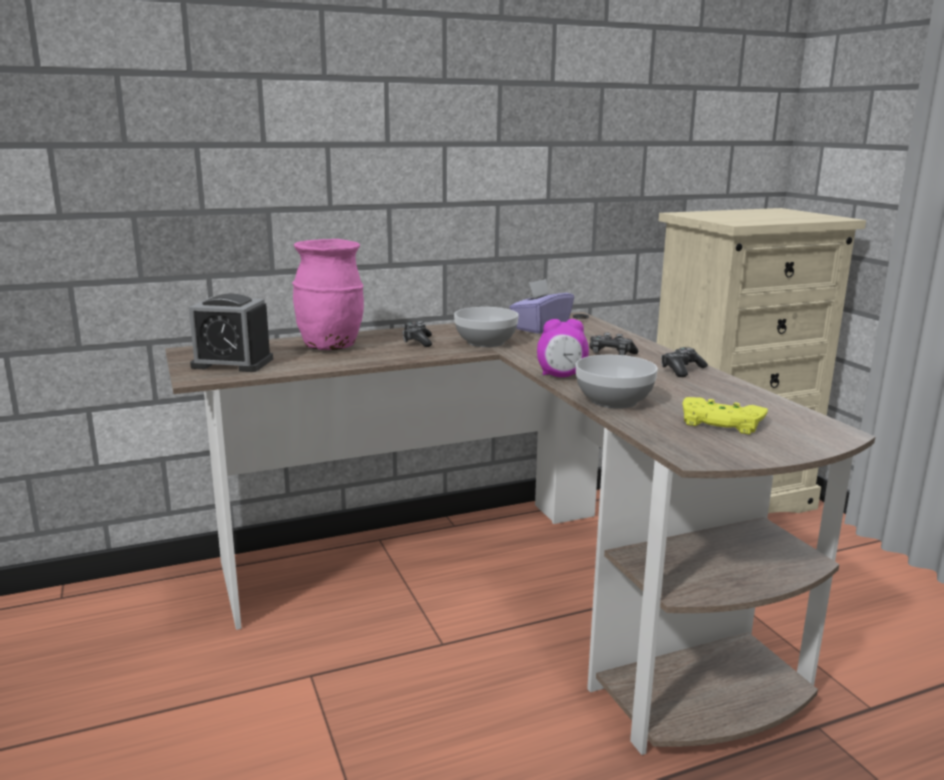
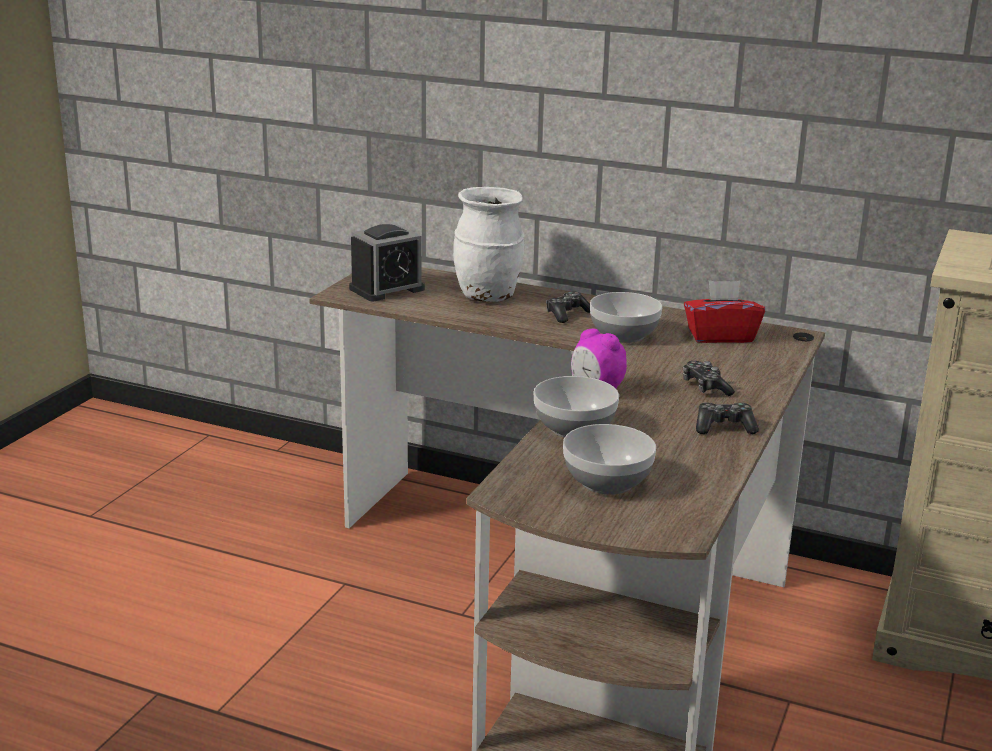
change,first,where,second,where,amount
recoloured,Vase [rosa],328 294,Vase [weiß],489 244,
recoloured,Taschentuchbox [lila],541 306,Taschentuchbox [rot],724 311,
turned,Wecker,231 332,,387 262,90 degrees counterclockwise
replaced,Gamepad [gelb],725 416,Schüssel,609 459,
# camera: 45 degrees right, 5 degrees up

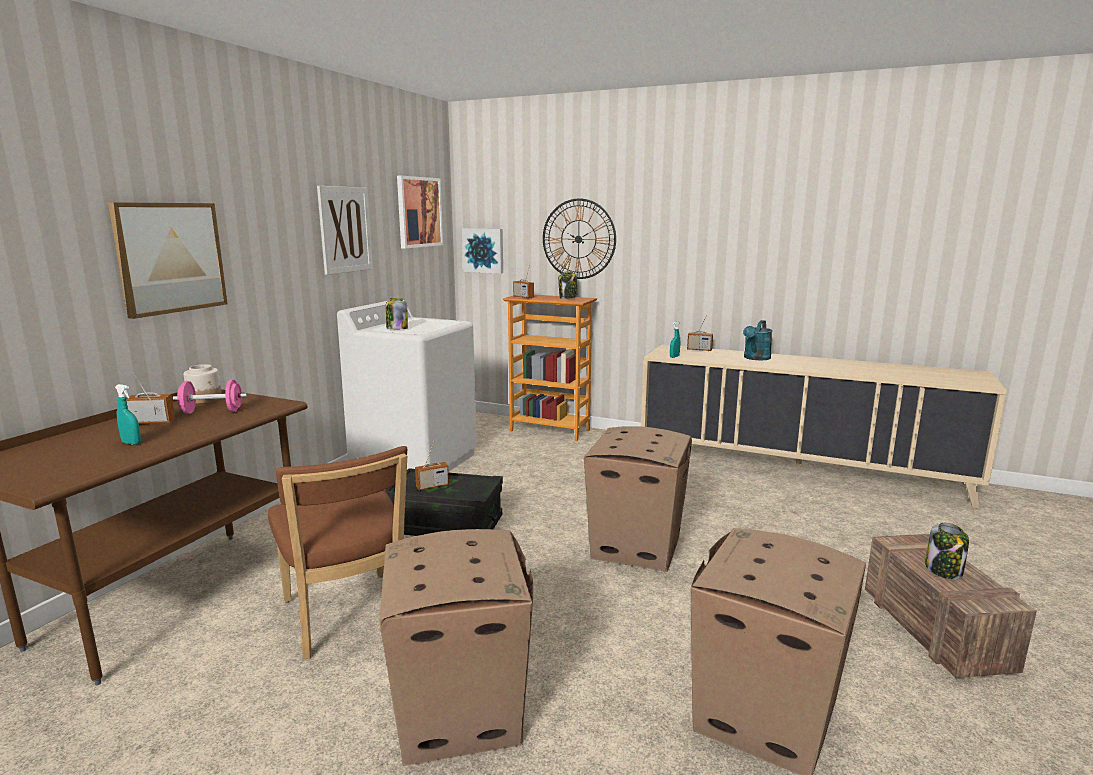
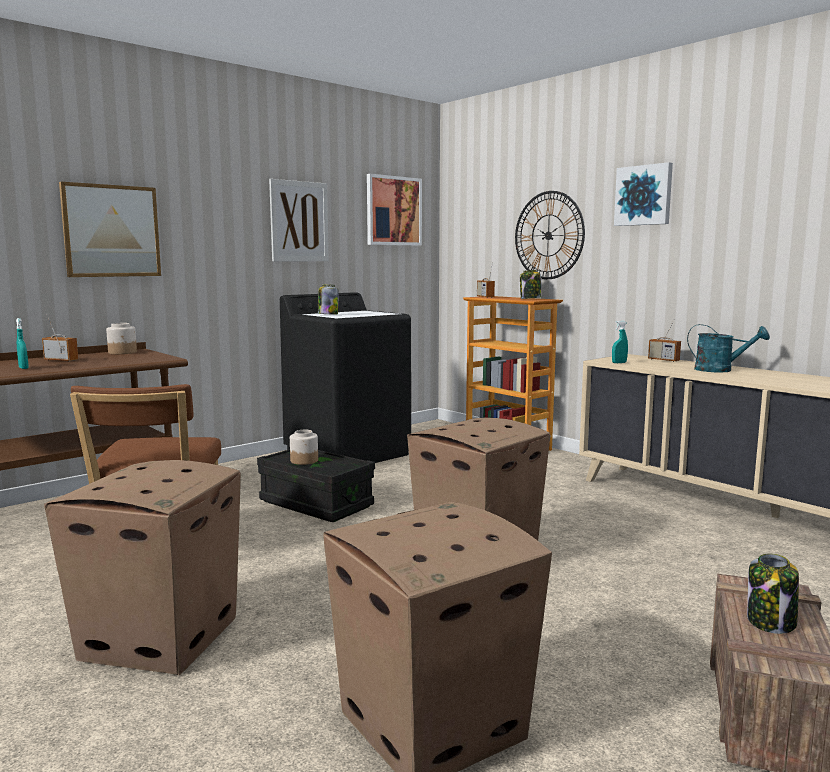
change,first,where,second,where,amount
moved,Bild,482 251,,643 194,
recoloured,Waschmaschine [weiß],407 386,Waschmaschine [schwarz],345 377,
turned,Gießkanne [türkis],757 340,,728 348,120 degrees counterclockwise
removed,Hantel [rosa],210 397,,,
replaced,Radio,432 466,Vorratsglas,304 447,
# camera: 25 degrees right, 5 degrees down

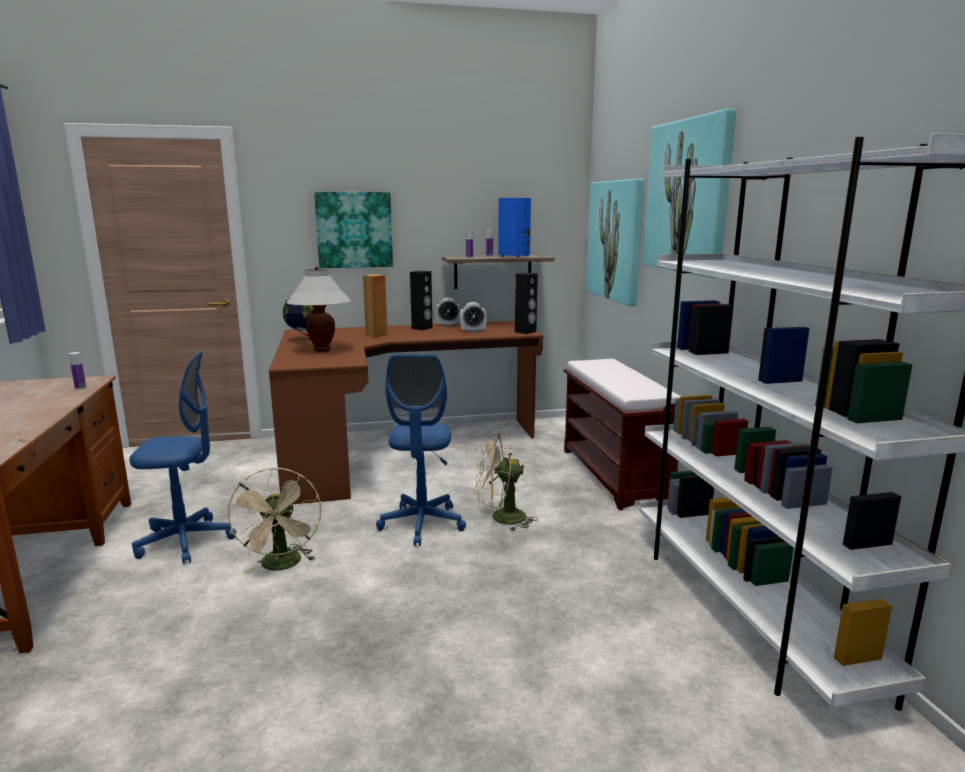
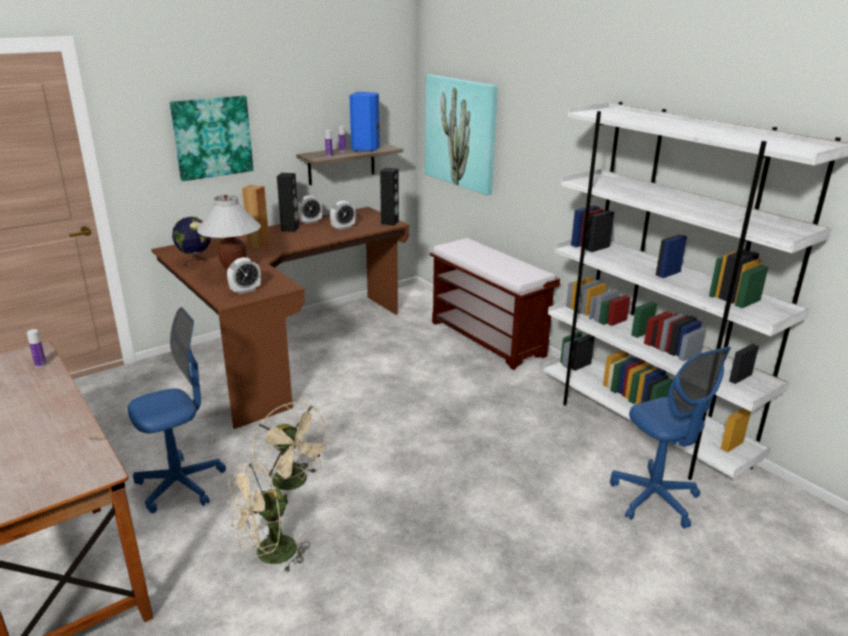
change,first,where,second,where,amount
removed,Bild,689 193,,,
moved,Bürostuhl [blau],421 450,,670 438,
moved,Ventilator [beige],507 481,,268 517,
added,,,Wecker,244 276,
# camera: 25 degrees left, 10 degrees up

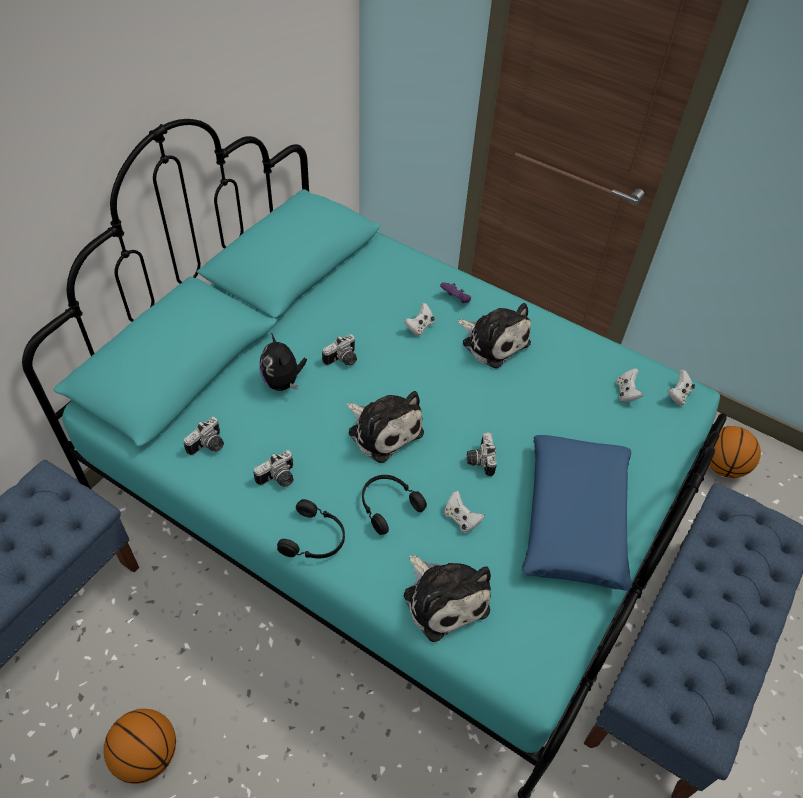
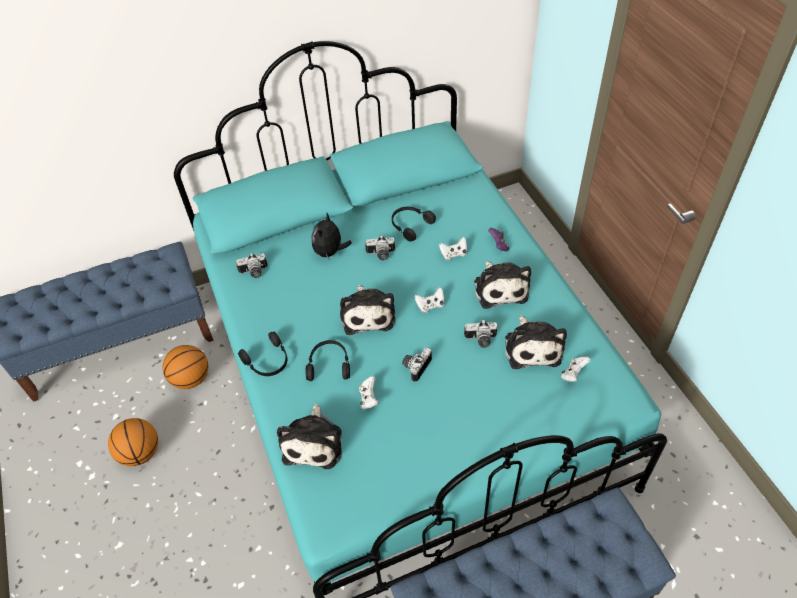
change,first,where,second,where,amount
moved,Gamepad [weiß],681 388,,429 300,
moved,Basketball,735 452,,185 367,
removed,Kissen [blau],577 513,,,
moved,Kamera,274 468,,480 334,
added,,,Kopfhörer [schwarz],414 224,
added,,,Plüschtier,536 342,
# camera: 40 degrees right, 0 degrees up

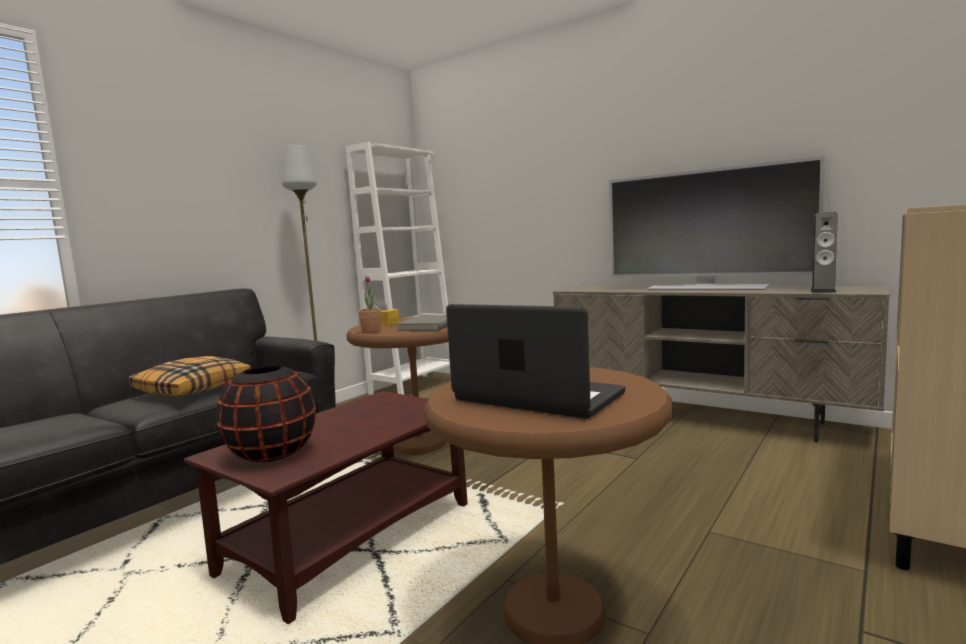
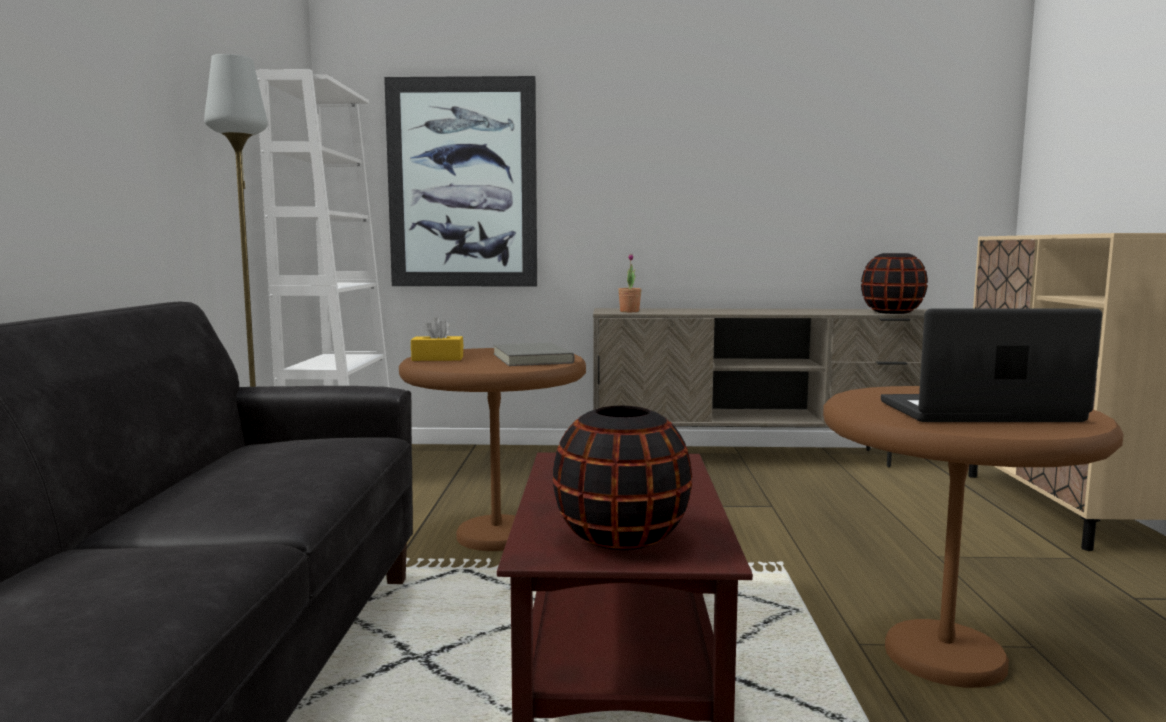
change,first,where,second,where,amount
removed,Fernseher,717 223,,,
replaced,Lautsprecher,824 252,Vase [schwarz],894 283,
moved,Topfpflanze,369 304,,629 282,
removed,Kissen,190 376,,,
added,,,Bild,460 181,
# camera: 35 degrees left, 0 degrees up

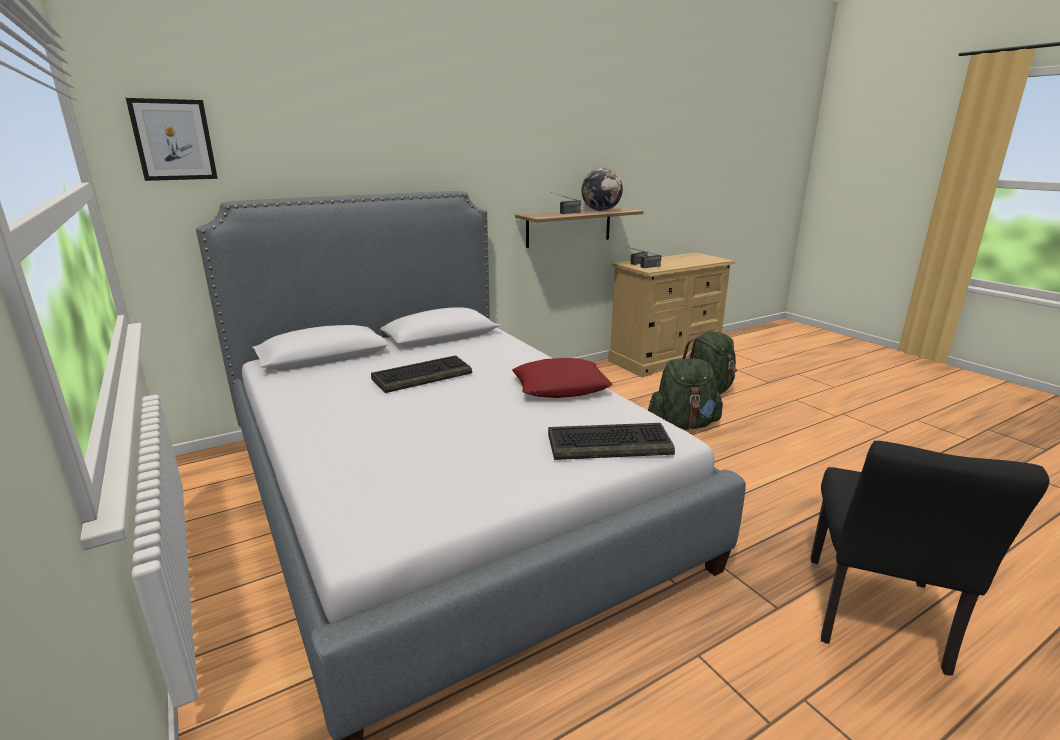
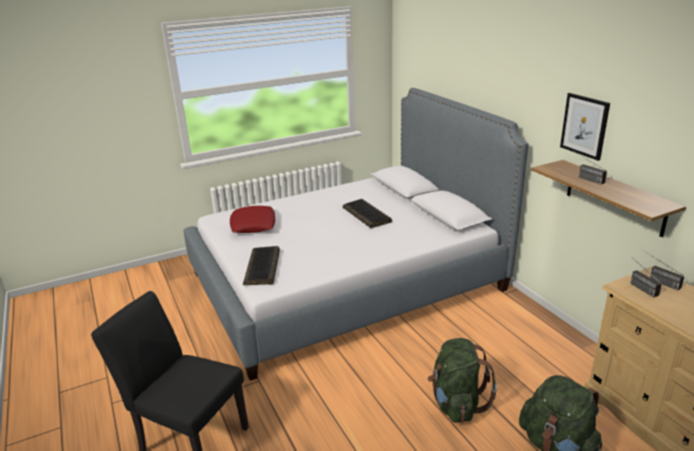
change,first,where,second,where,amount
moved,Bild,172 139,,585 127,
removed,Globus,602 189,,,
moved,Kissen [rot],562 378,,252 219,
# camera: 95 degrees right, 5 degrees up

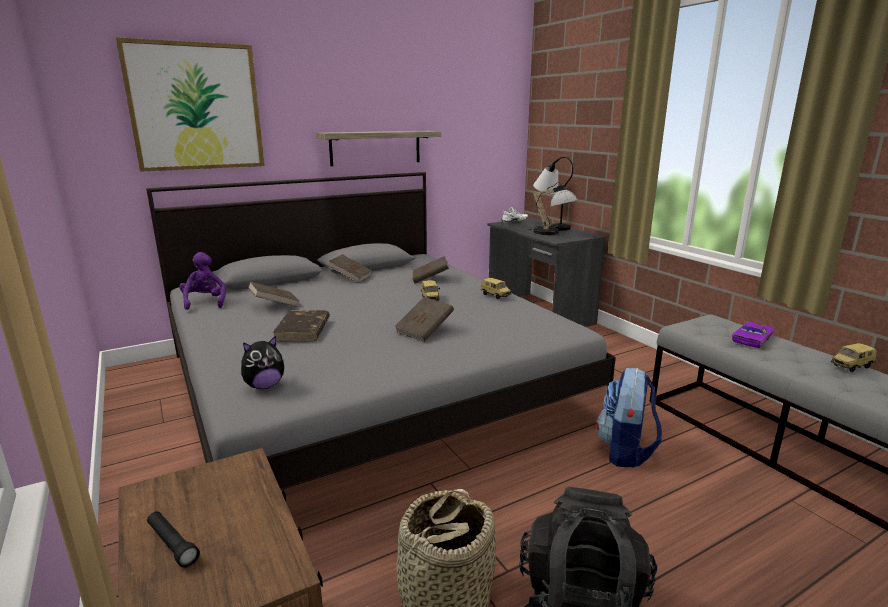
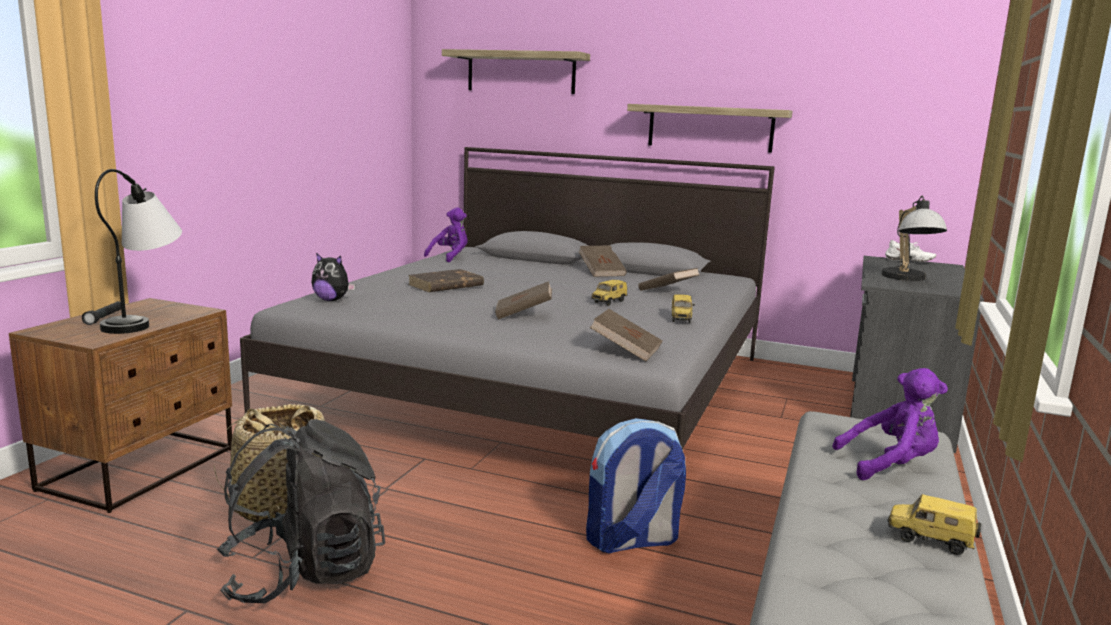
change,first,where,second,where,amount
replaced,Bild,190 104,Wandregal,516 71,
moved,Tischlampe,553 193,,138 251,
moved,Buch [braun],273 294,,626 335,
replaced,Spielzeugauto [lila],753 334,Plüschtier [lila],890 424,
# camera: 50 degrees right, 5 degrees down

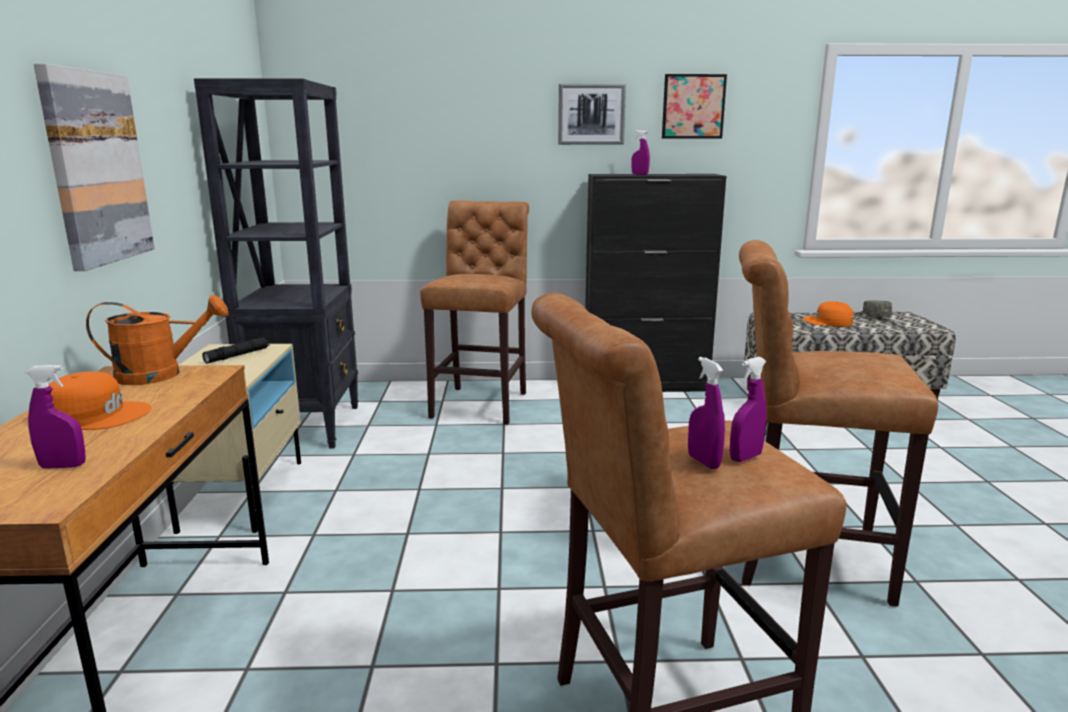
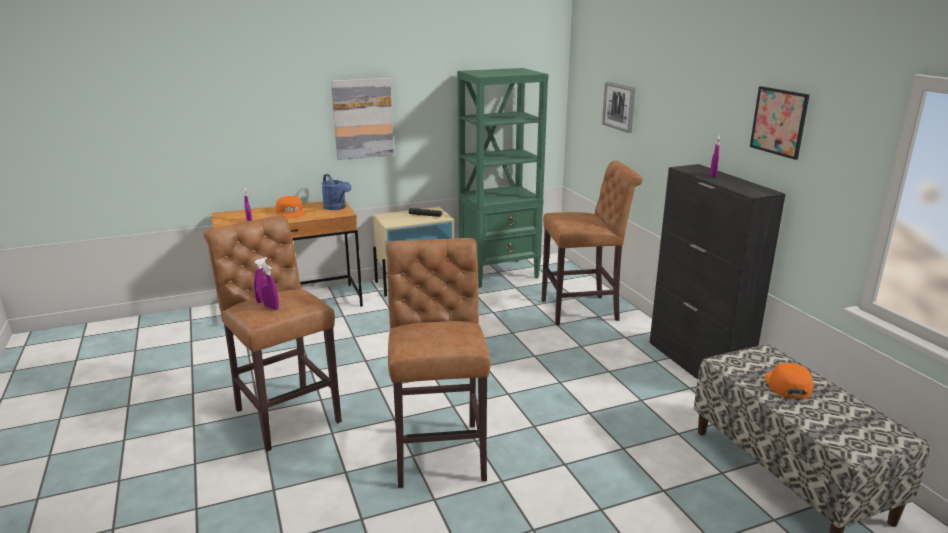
change,first,where,second,where,amount
recoloured,Bücherregal [schwarz],276 263,Bücherregal [grün],503 178,
moved,Bild,592 114,,618 107,
recoloured,Gießkanne [orange],157 340,Gießkanne [blau],336 192,
removed,Kappe [grau],875 309,,,
# camera: 70 degrees right, 5 degrees up

